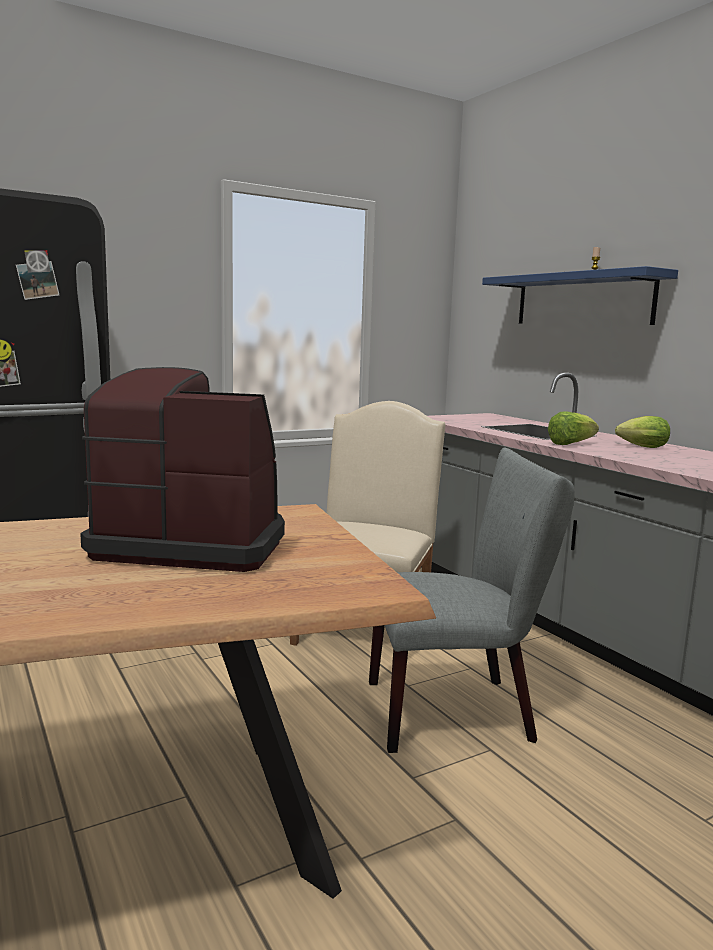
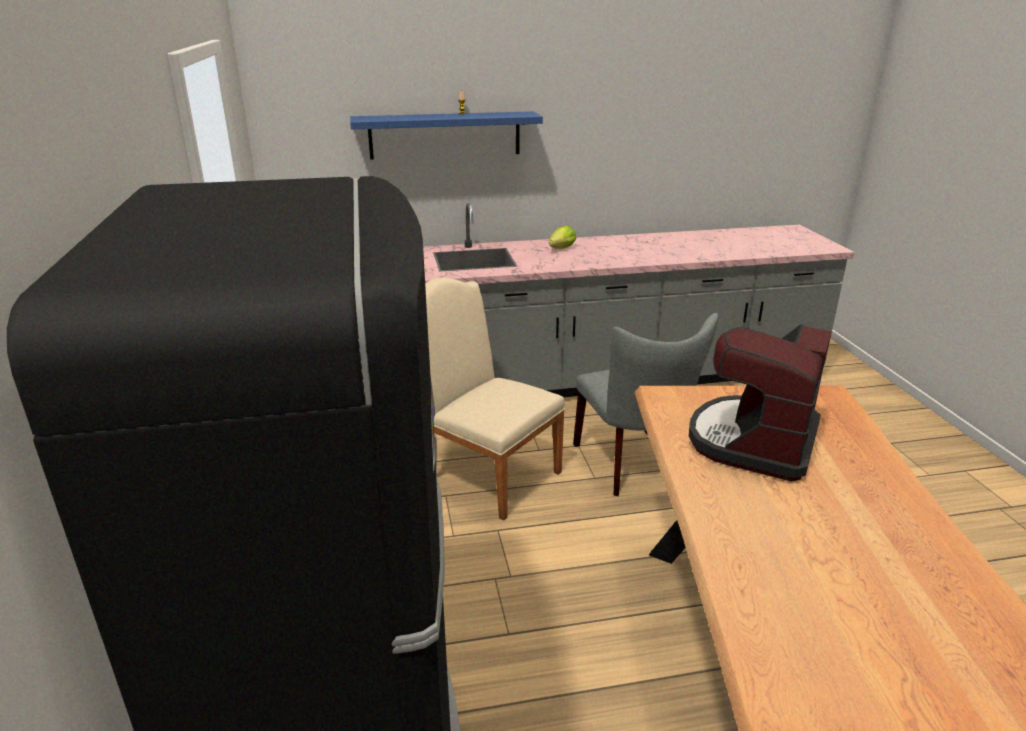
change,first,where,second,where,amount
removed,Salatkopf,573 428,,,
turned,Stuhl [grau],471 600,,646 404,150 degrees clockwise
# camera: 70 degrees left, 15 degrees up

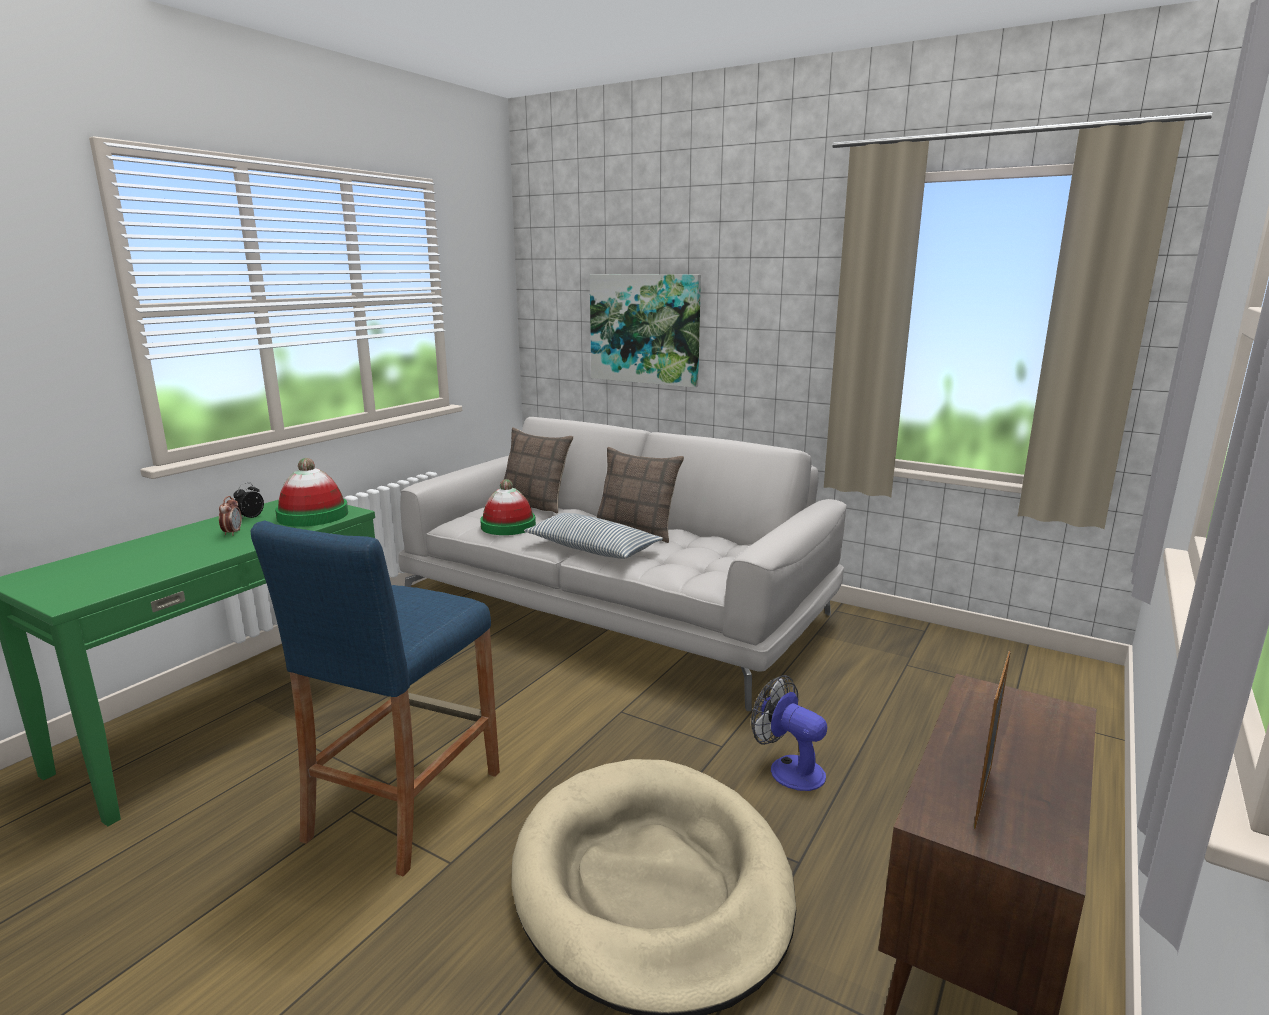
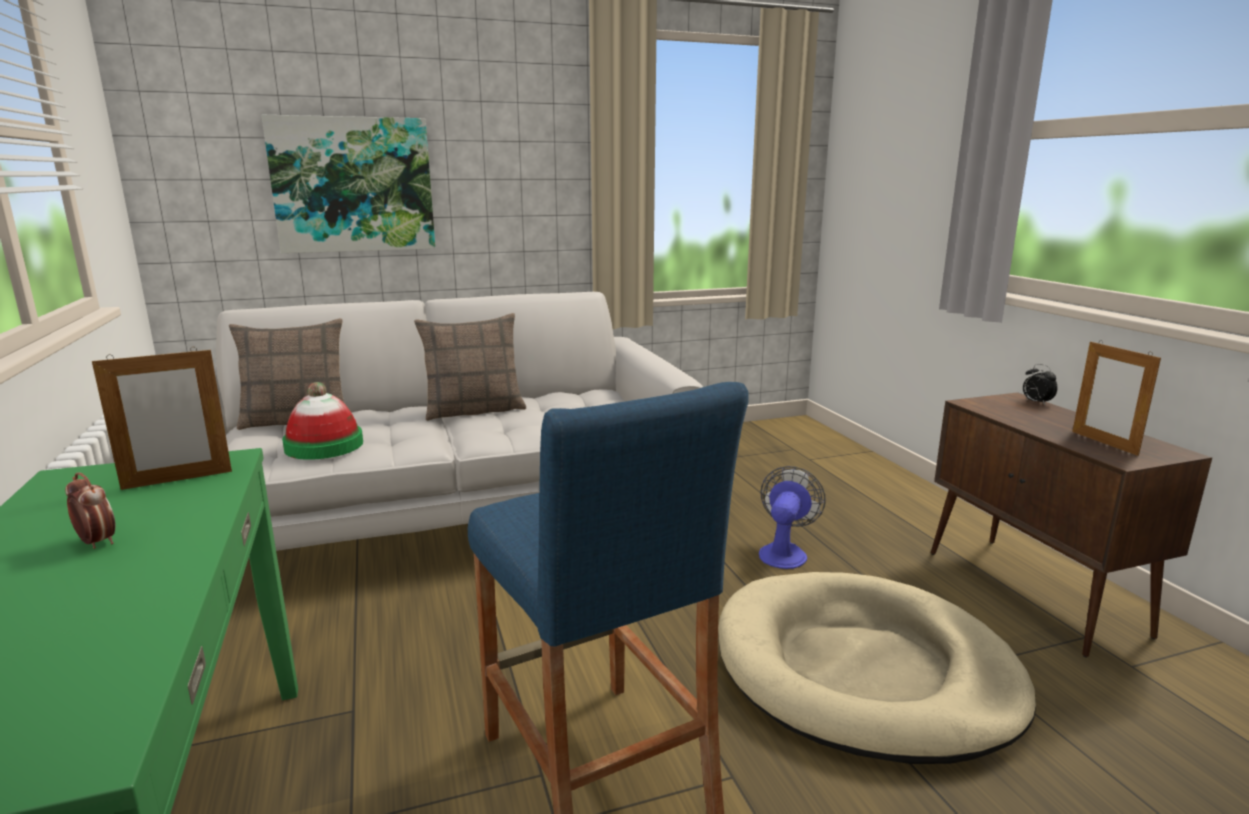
change,first,where,second,where,amount
replaced,Hut,311 492,Bilderrahmen,162 418,
moved,Wecker,248 501,,1040 385,
removed,Kissen,593 536,,,
turned,Ventilator,789 733,,792 517,120 degrees clockwise
# camera: 50 degrees left, 0 degrees up

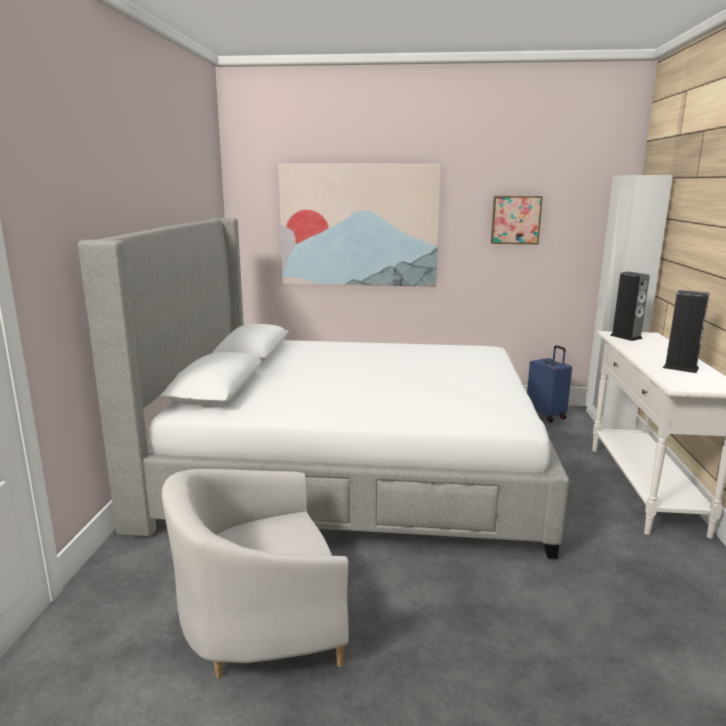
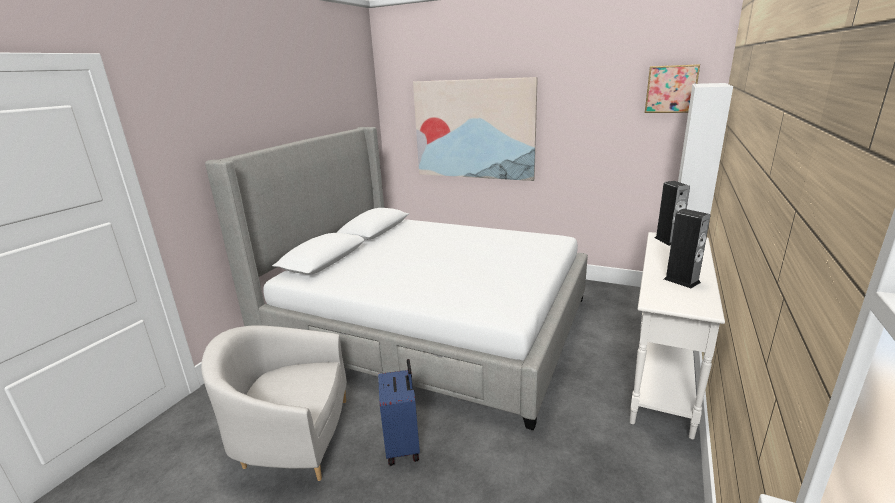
change,first,where,second,where,amount
moved,Bild,517 220,,672 88,
moved,Koffer [blau],549 383,,399 412,
# camera: 20 degrees right, 5 degrees up

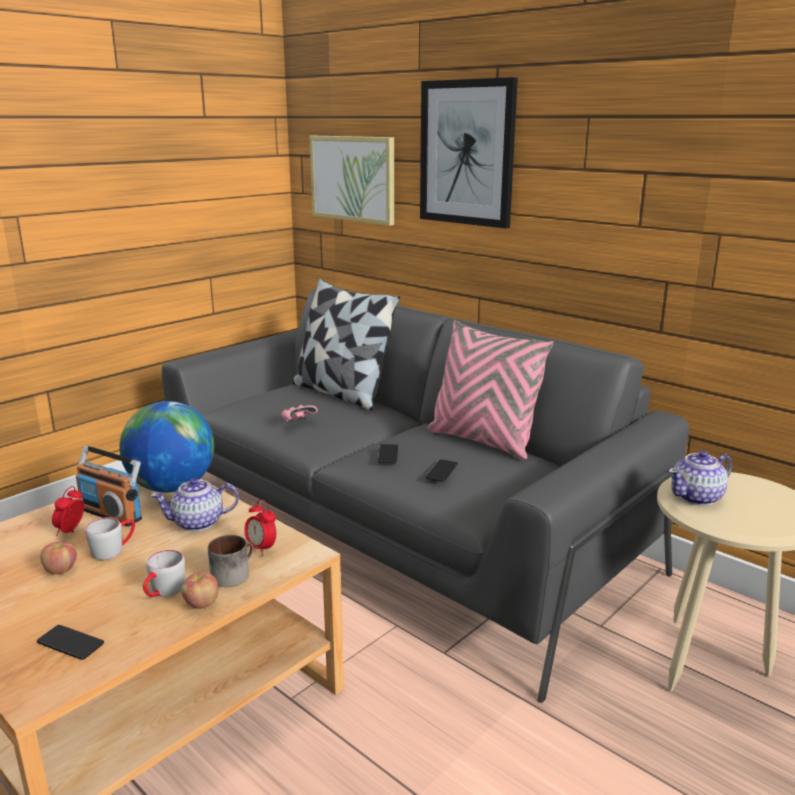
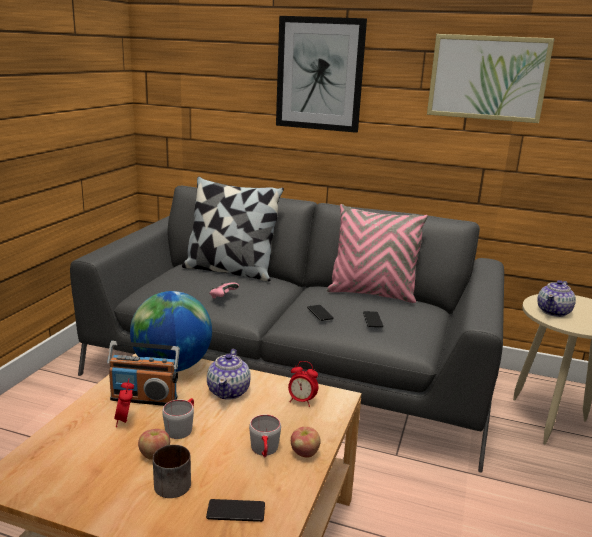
change,first,where,second,where,amount
moved,Bild,351 181,,491 78,
turned,Teekanne,195 504,,229 374,45 degrees counterclockwise
moved,Henkelbecher,230 561,,172 471,
# camera: 25 degrees left, 0 degrees up

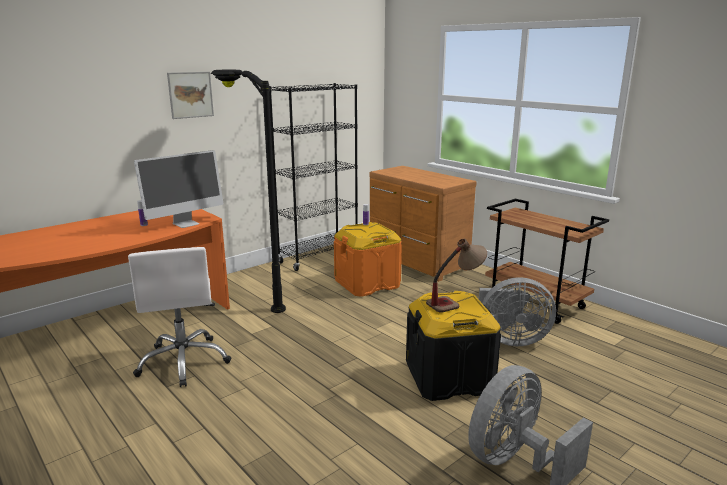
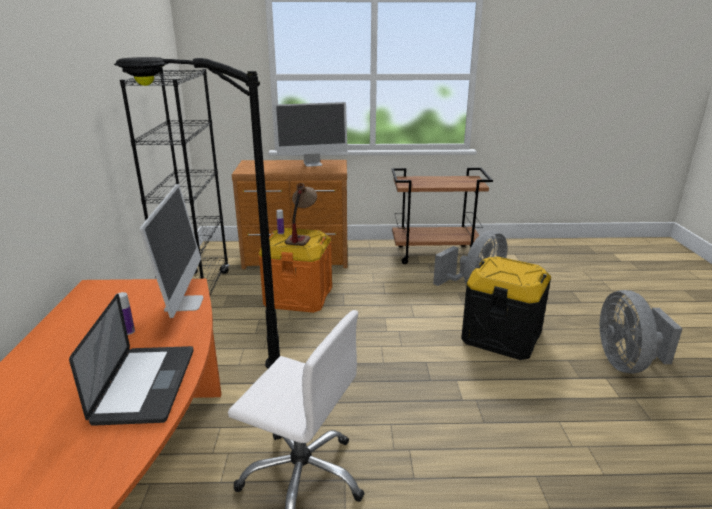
change,first,where,second,where,amount
removed,Bild,190 95,,,
moved,Tischlampe,456 276,,301 214,
added,,,Monitor,311 134,
added,,,Laptop,131 360,
# camera: 50 degrees left, 5 degrees up

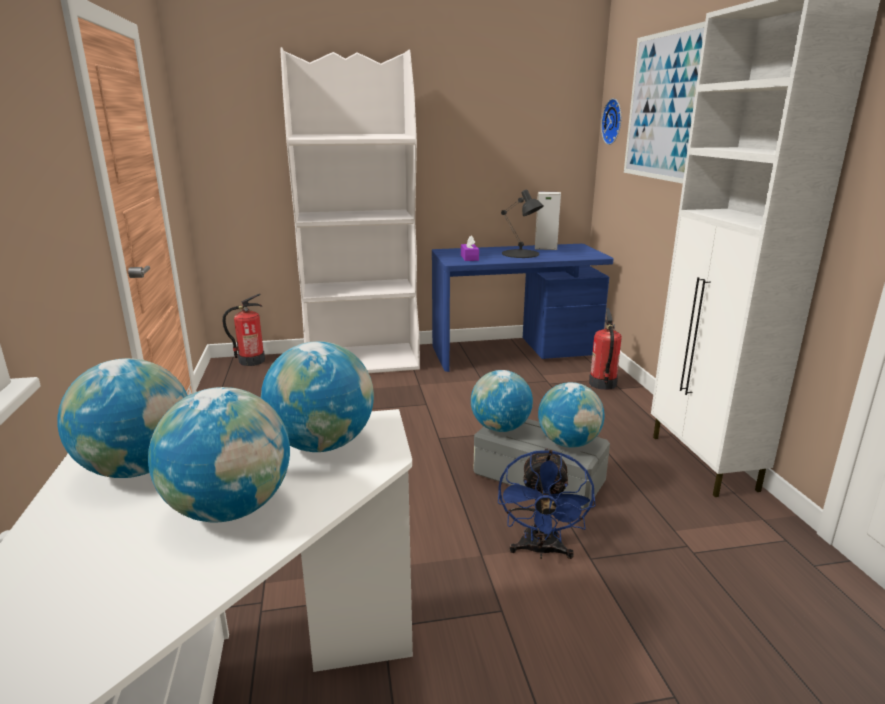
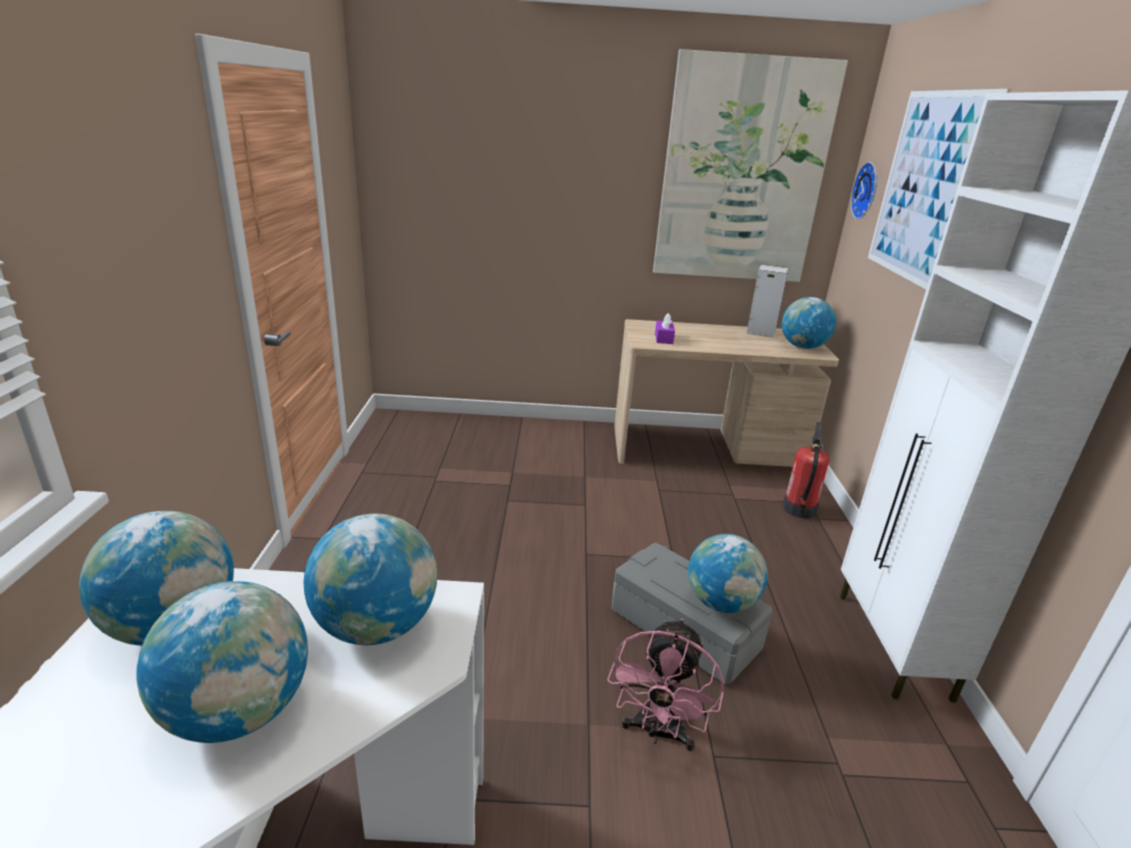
change,first,where,second,where,amount
removed,Bücherregal [weiß],350 210,,,
removed,Tischlampe [schwarz],522 223,,,
recoloured,Schreibtisch [blau],523 308,Schreibtisch [beige],726 393,
removed,Feuerlöscher,243 330,,,
moved,Globus,502 401,,809 323,
recoloured,Ventilator [blau],547 503,Ventilator [rosa],665 685,
added,,,Bild,750 165,
# camera: 10 degrees right, 5 degrees up

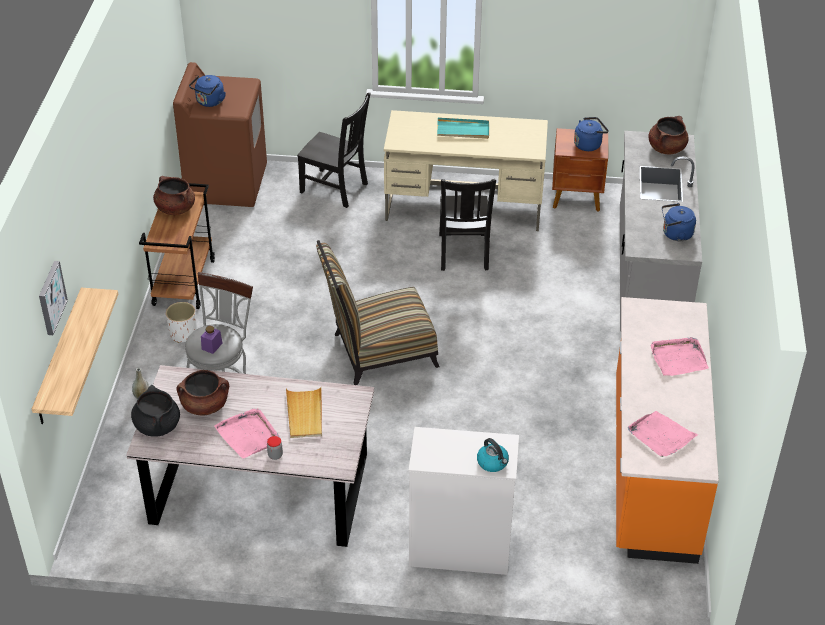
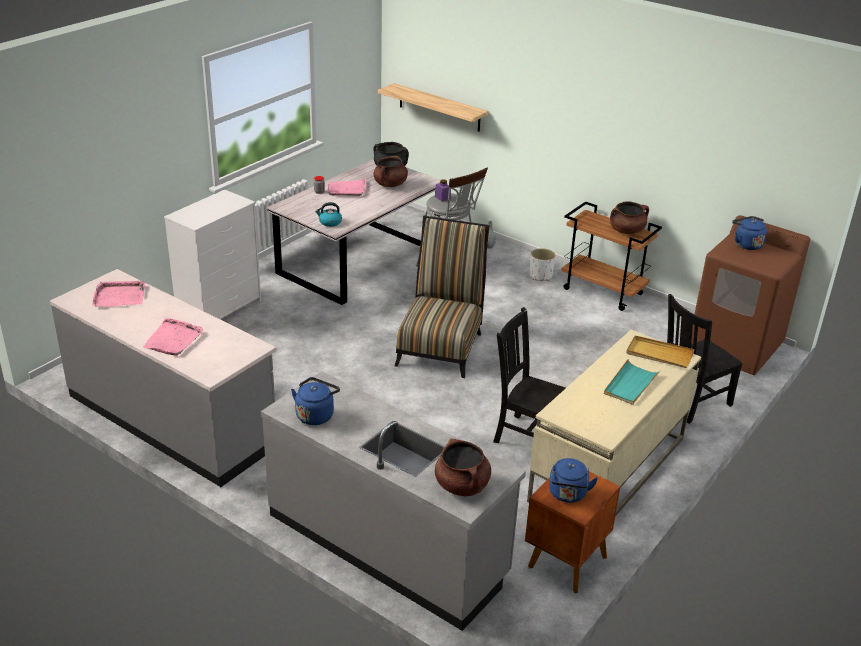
change,first,where,second,where,amount
removed,Bild,53 298,,,
recoloured,Küchenzeile [orange],667 430,Küchenzeile [grau],163 378,
moved,Tablett [beige],304 412,,660 351,
moved,Wasserkessel,493 455,,328 214,
# camera: 120 degrees right, 10 degrees down

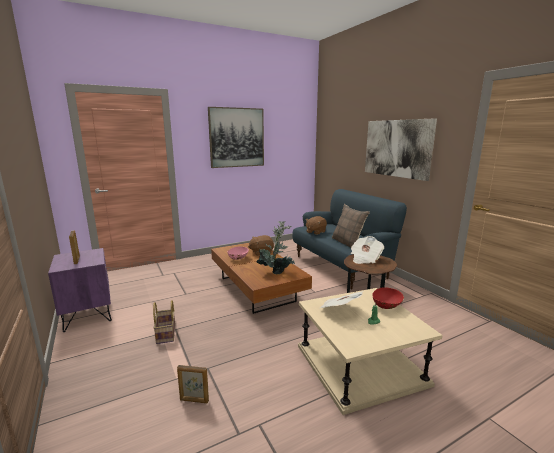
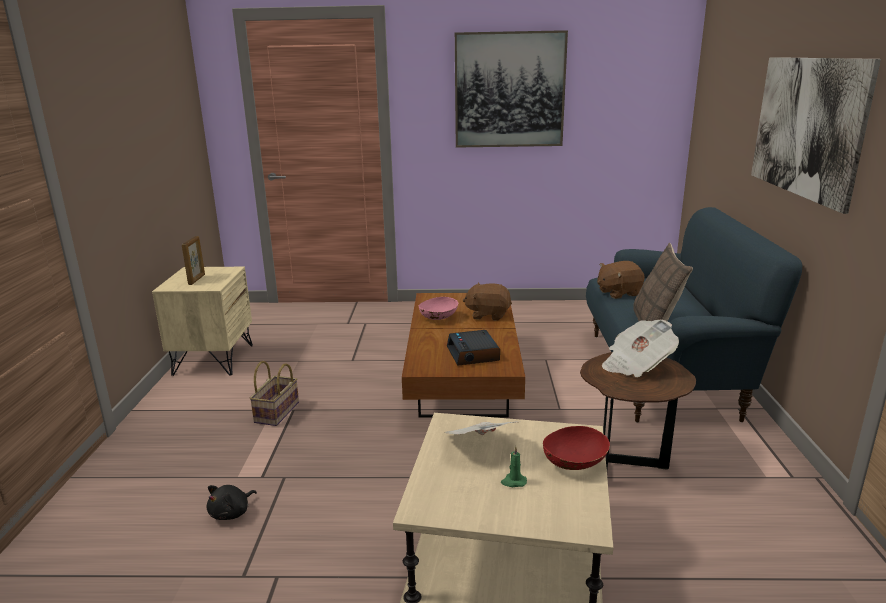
change,first,where,second,where,amount
replaced,Topfpflanze,276 247,Wecker,473 347,
recoloured,Nachttisch [lila],80 290,Nachttisch [beige],202 321,
replaced,Bilderrahmen,193 384,Plüschtier [schwarz],232 502,
# camera: 30 degrees right, 5 degrees up

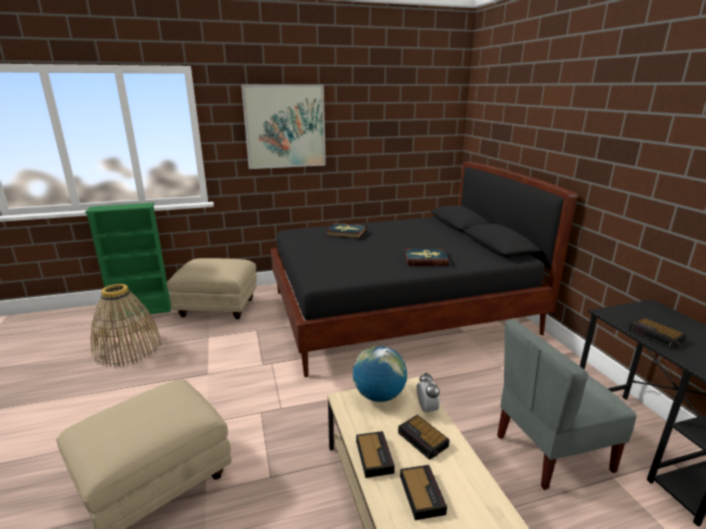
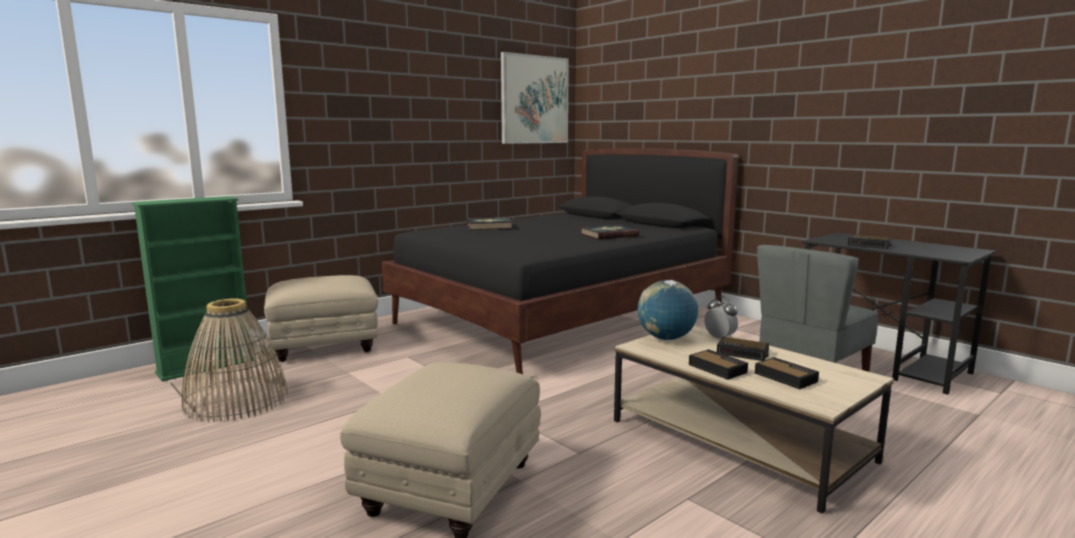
change,first,where,second,where,amount
moved,Bild,283 127,,535 98,
# camera: 25 degrees left, 10 degrees down

